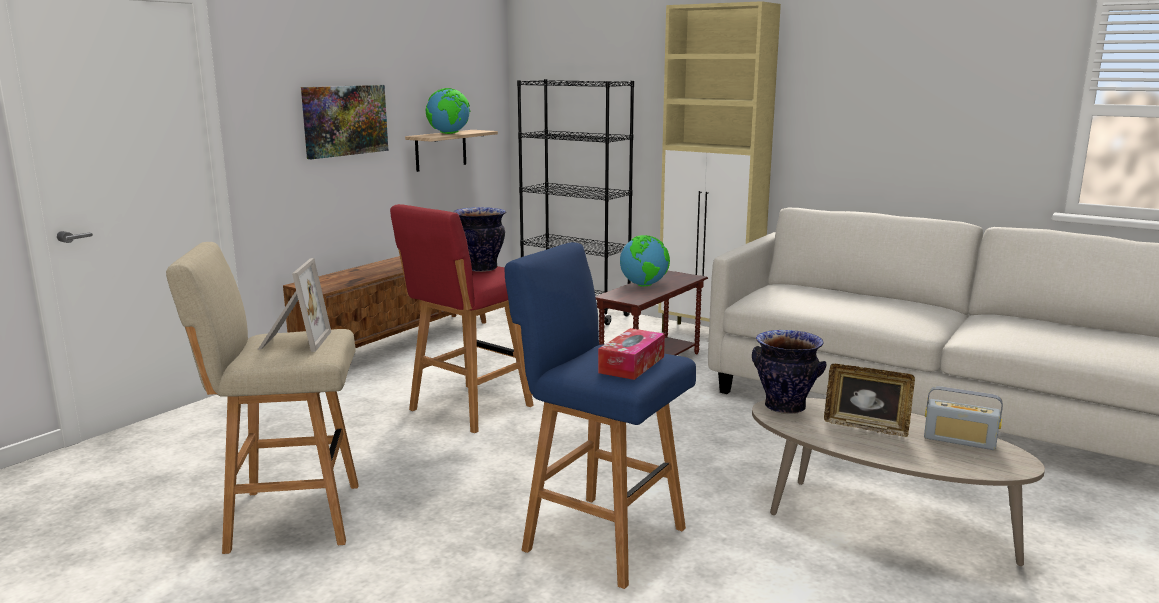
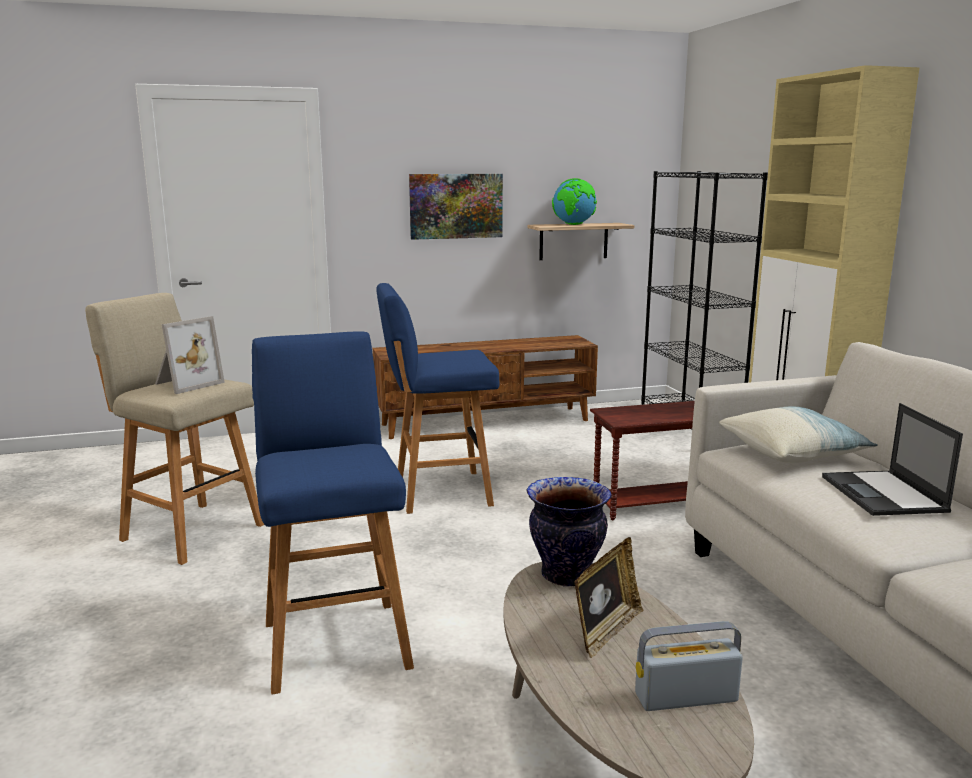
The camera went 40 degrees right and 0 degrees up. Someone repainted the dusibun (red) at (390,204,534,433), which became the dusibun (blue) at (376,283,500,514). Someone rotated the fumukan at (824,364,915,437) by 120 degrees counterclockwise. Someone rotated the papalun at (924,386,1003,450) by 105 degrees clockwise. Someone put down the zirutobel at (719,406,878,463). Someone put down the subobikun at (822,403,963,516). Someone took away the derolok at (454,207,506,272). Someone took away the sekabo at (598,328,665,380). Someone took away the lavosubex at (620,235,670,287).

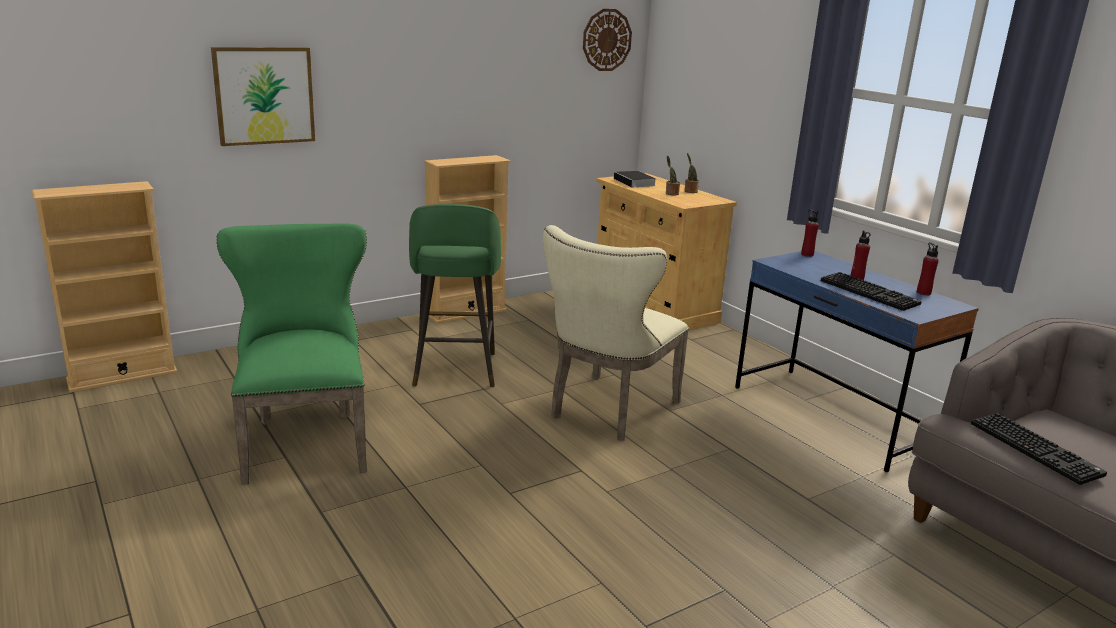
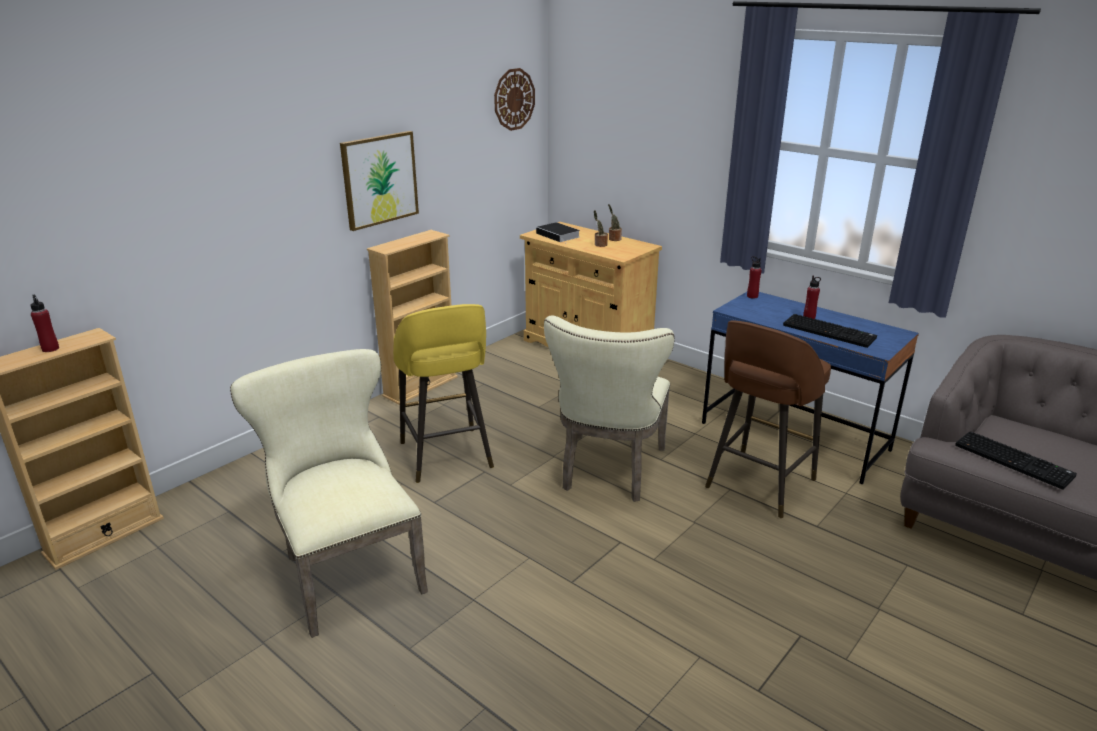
The camera went 15 degrees left and 5 degrees up. Someone carried the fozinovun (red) from (917,242,939,295) to (31,294,59,352). Someone repainted the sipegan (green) at (216,223,367,485), which became the sipegan (beige) at (230,349,428,638). Someone carried the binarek from (211,47,315,146) to (340,131,419,231). Someone repainted the dusibun (green) at (409,204,501,387), which became the dusibun (yellow) at (393,304,494,483). Someone put down the dusibun (brown) at (705,320,831,518).

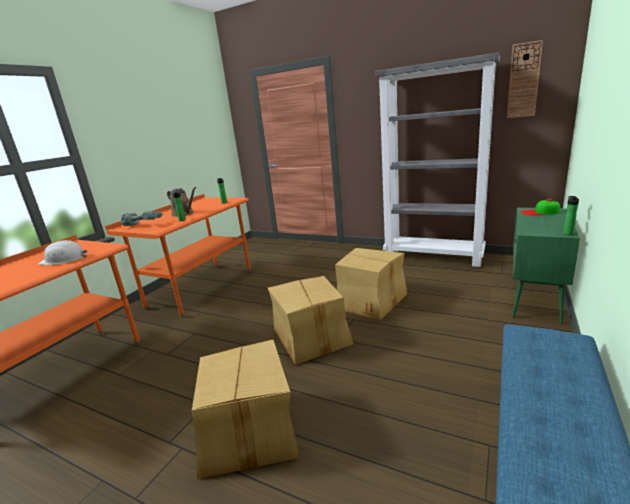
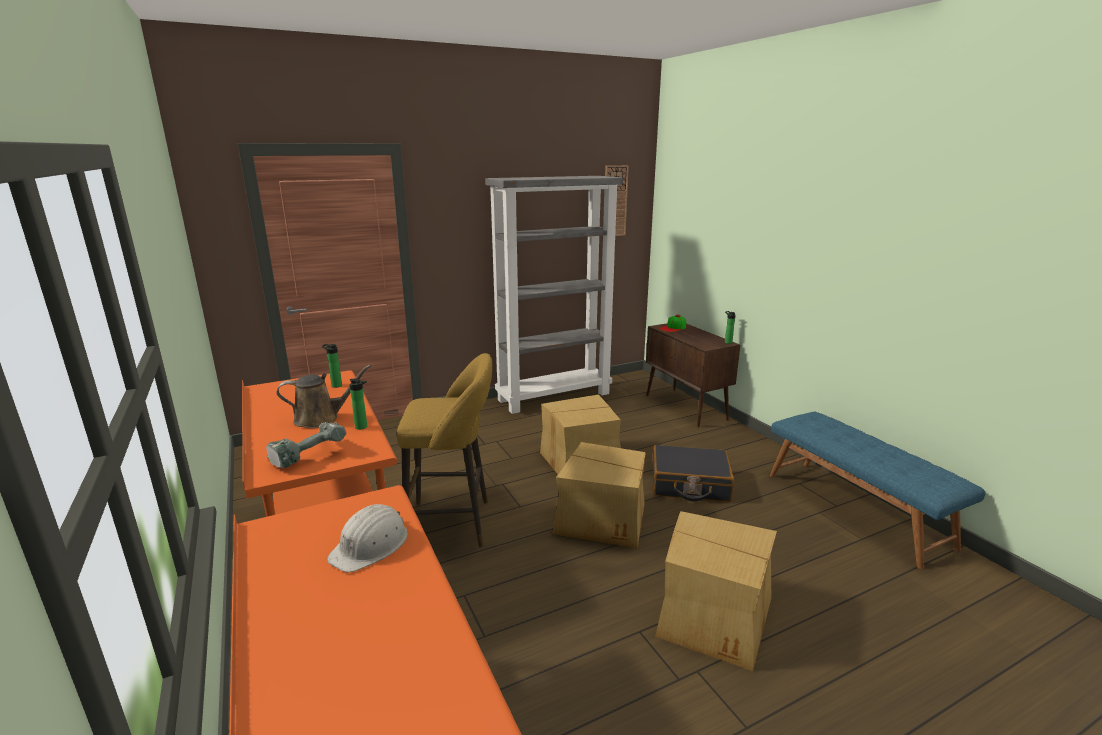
The camera went 55 degrees left and 0 degrees up. Someone put down the dusibun (yellow) at (397,353,493,547). Someone repainted the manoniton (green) at (512,208,580,324), which became the manoniton (brown) at (646,323,740,427). Someone put down the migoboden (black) at (653,445,734,502).

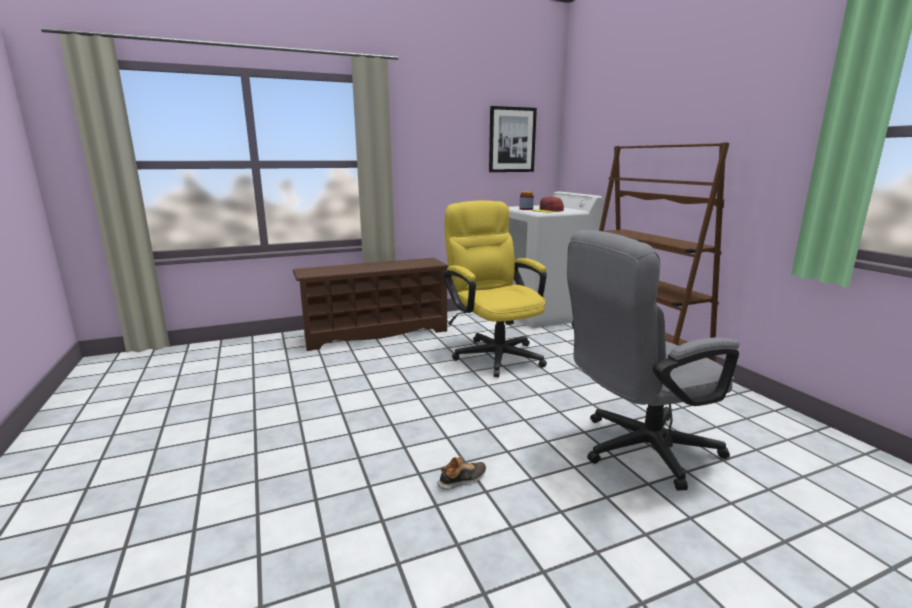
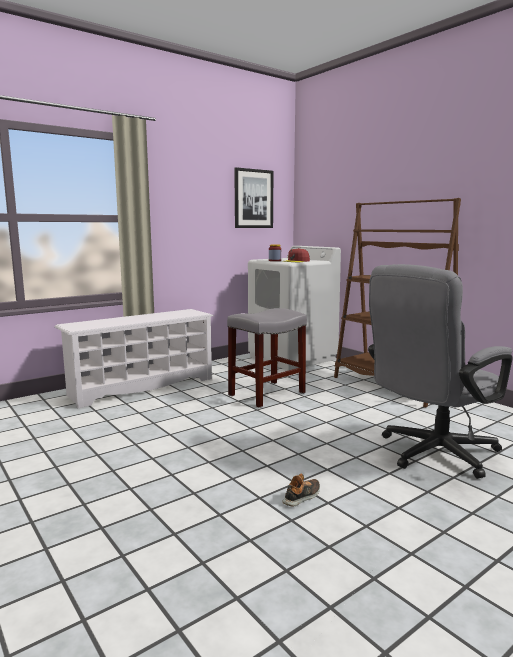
The camera went 15 degrees left and 5 degrees down. Someone repainted the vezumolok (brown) at (293,258,448,351), which became the vezumolok (white) at (54,309,213,408). Someone swapped the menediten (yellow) at (443,200,547,378) for the dusibun (grey) at (227,308,307,408).

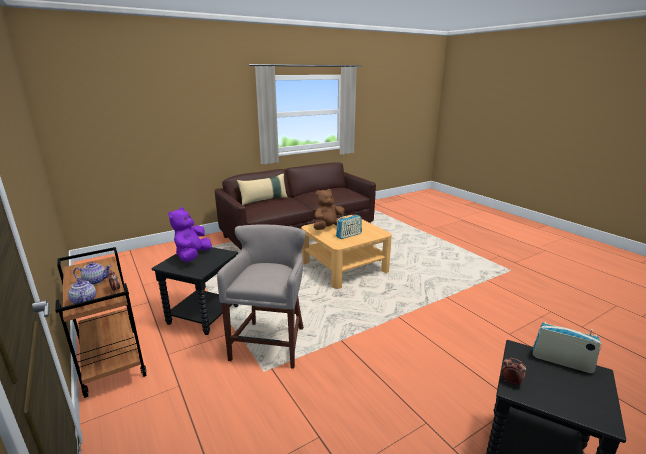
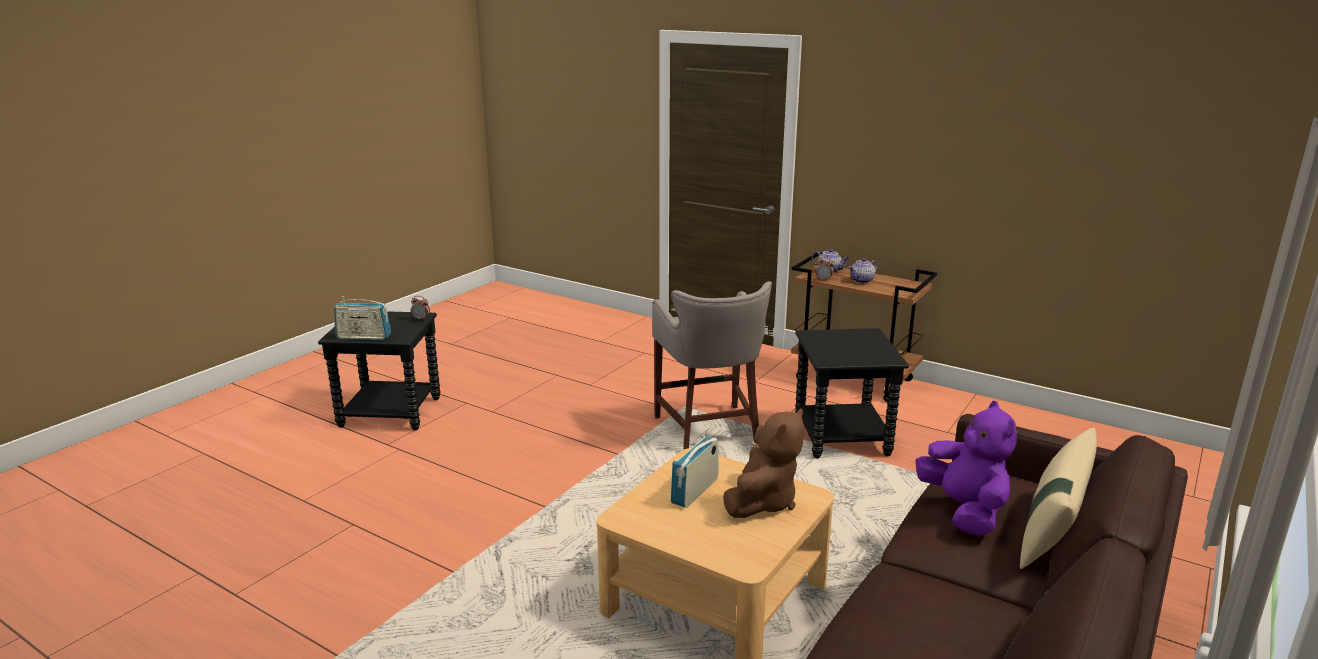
The camera went 155 degrees right and 0 degrees up. Someone carried the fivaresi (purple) from (168,207,212,262) to (915,401,1017,536).

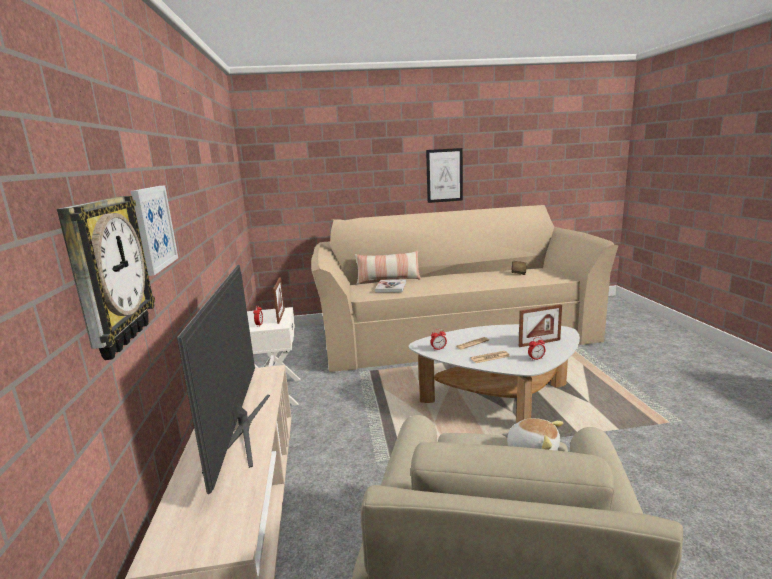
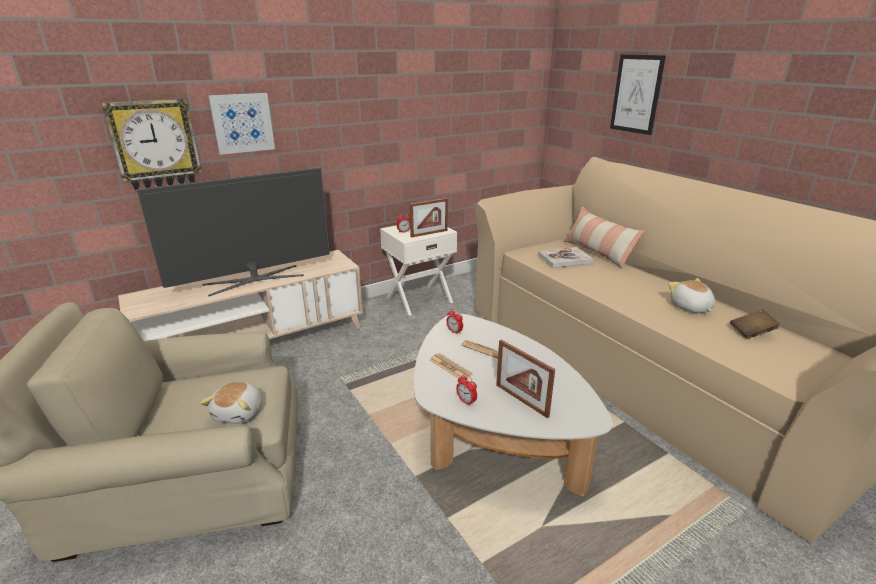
The camera went 65 degrees right and 10 degrees up. Someone carried the binarek from (426,148,463,203) to (610,55,666,135). Someone put down the fivaresi at (668,278,715,313).

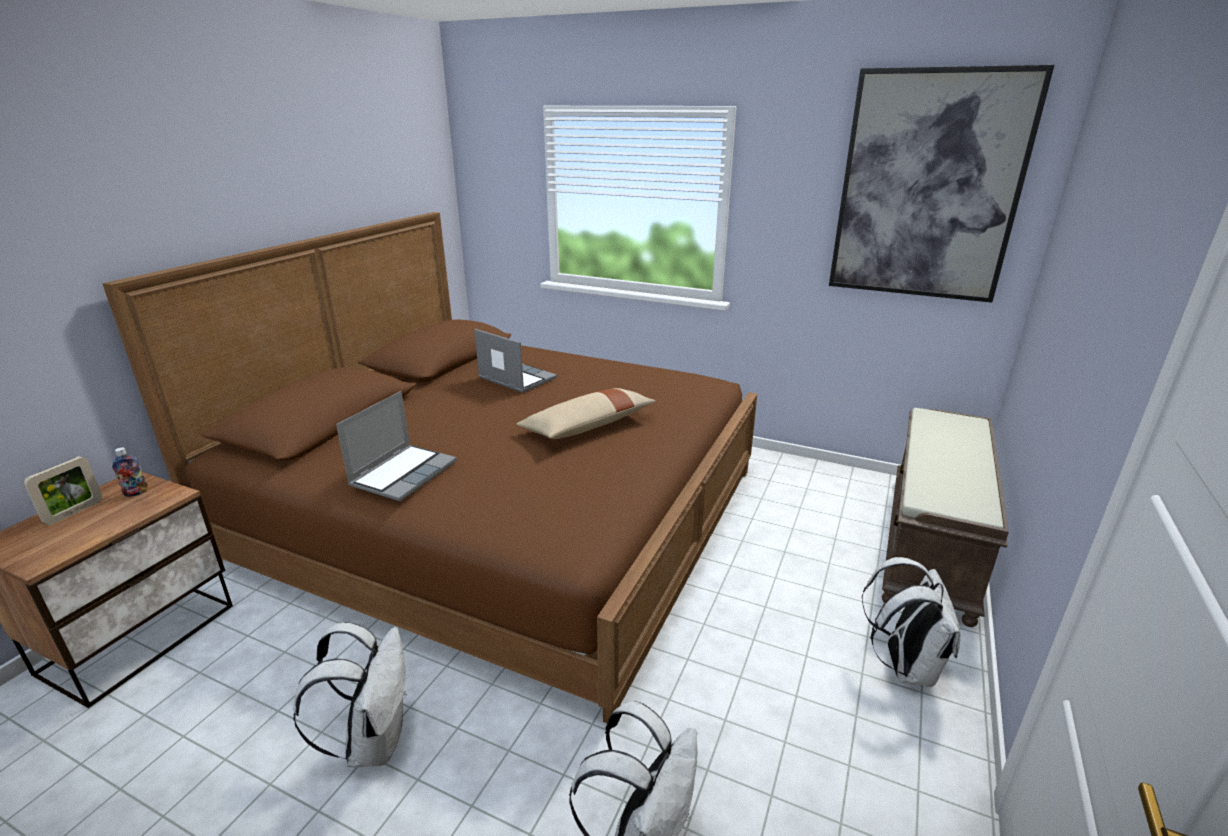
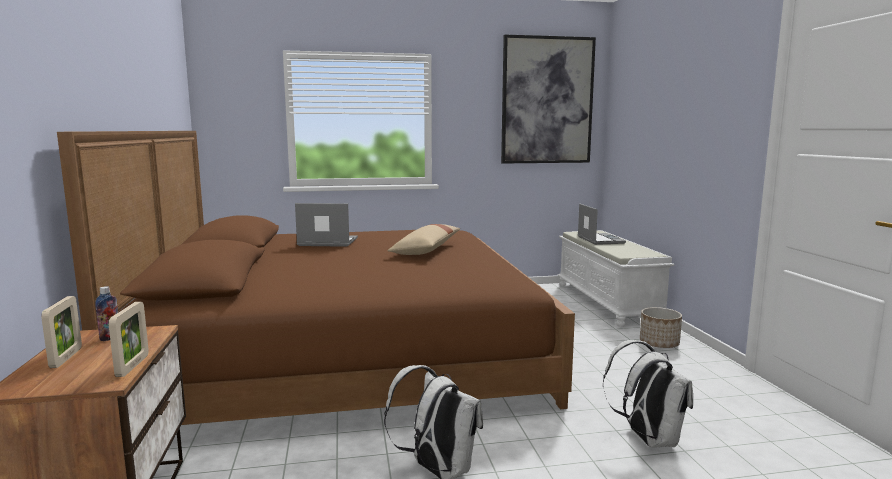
The camera went 35 degrees left and 15 degrees down. Someone put down the fumukan at (109,302,149,377). Someone repainted the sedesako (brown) at (882,408,1009,627), which became the sedesako (white) at (558,230,674,327). Someone carried the subobikun from (336,391,457,501) to (578,204,626,245). Someone swapped the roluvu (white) at (861,557,960,687) for the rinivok at (640,307,682,348).

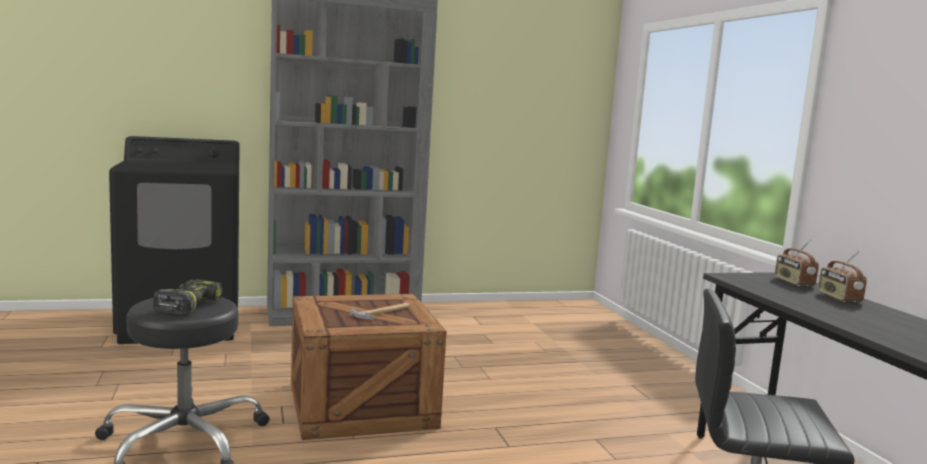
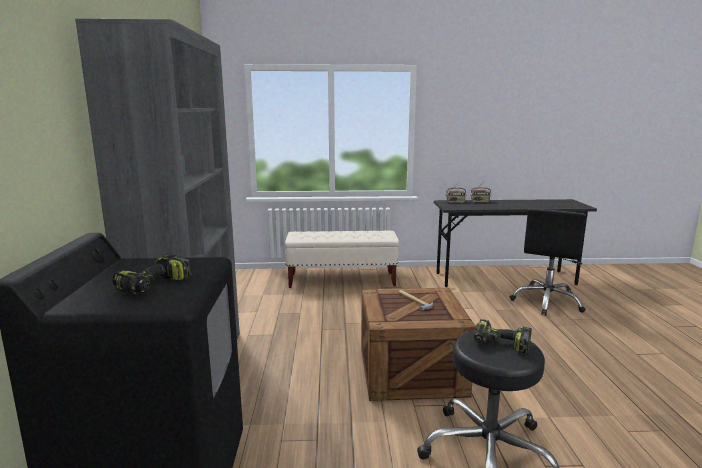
The camera went 75 degrees left and 5 degrees up. Someone put down the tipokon at (112,254,191,294). Someone put down the sedesako (beige) at (285,230,399,288).

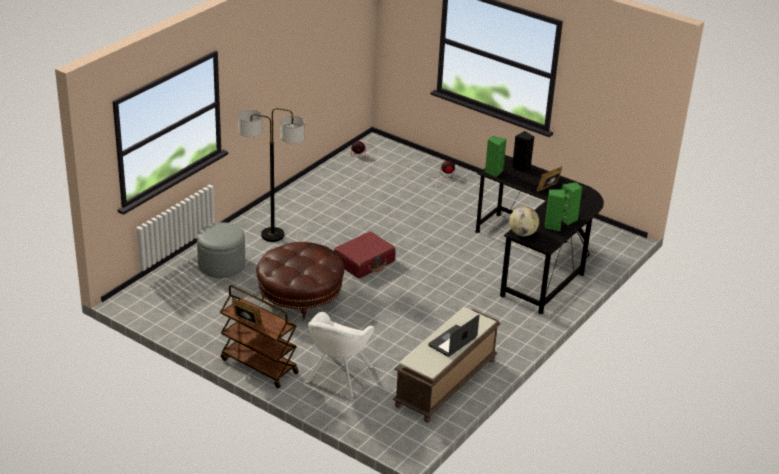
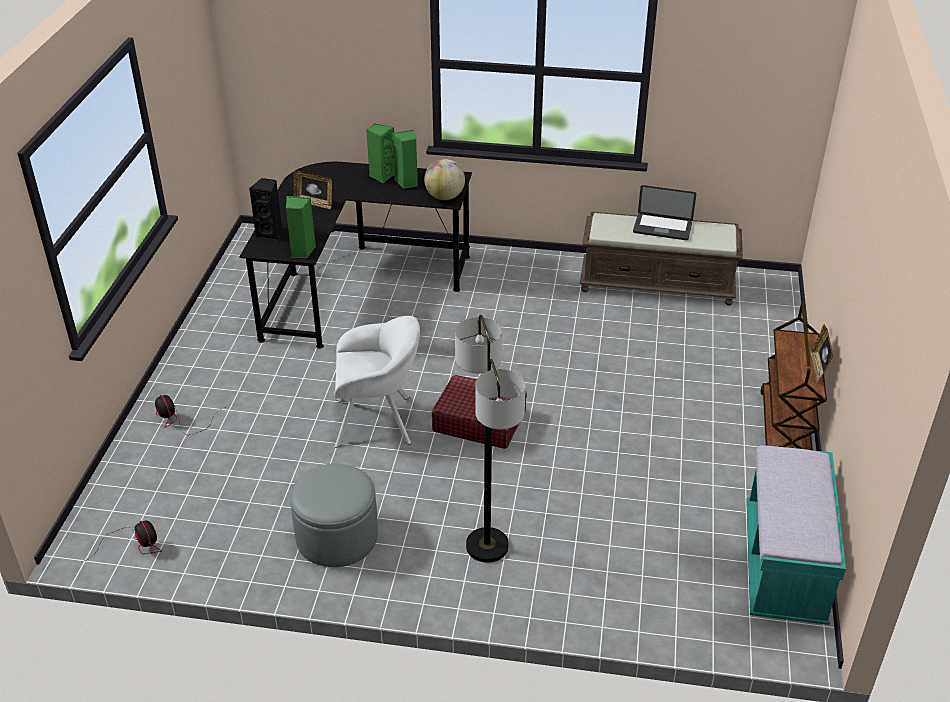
The camera went 115 degrees left and 5 degrees up. Someone carried the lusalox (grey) from (197,222,245,278) to (290,463,378,567). Someone carried the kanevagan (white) from (306,312,374,398) to (335,316,420,448). Someone put down the sedesako (turquoise) at (746,445,846,625). Someone took away the lusalox (brown) at (256,242,344,321).

